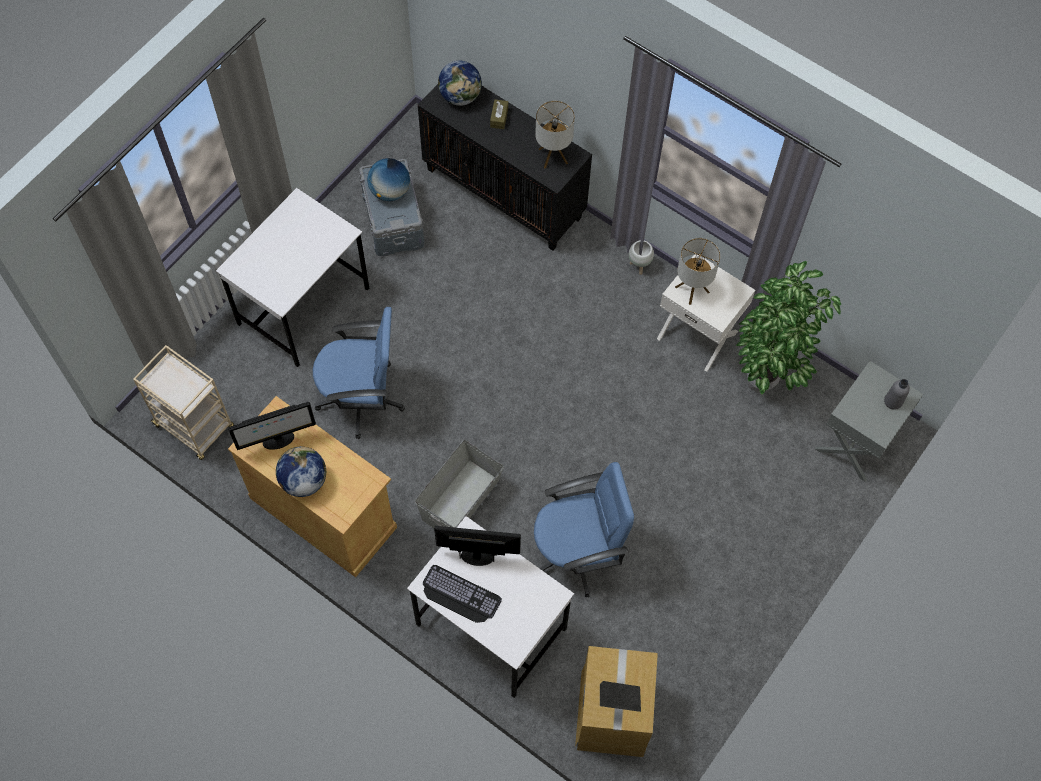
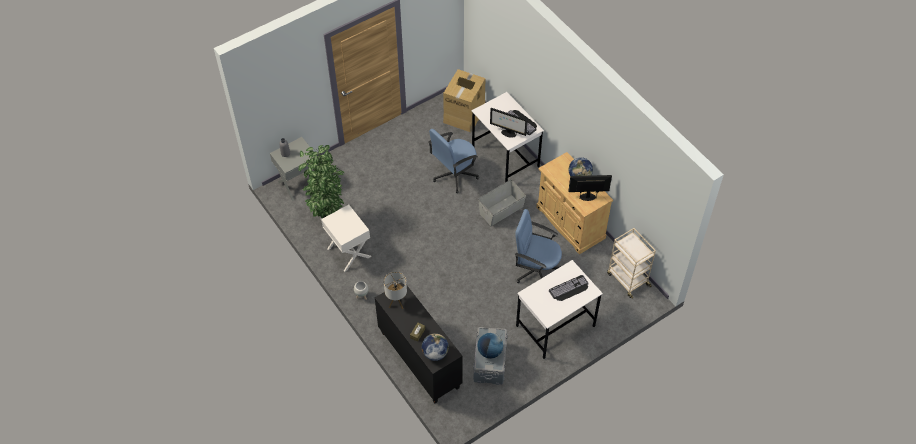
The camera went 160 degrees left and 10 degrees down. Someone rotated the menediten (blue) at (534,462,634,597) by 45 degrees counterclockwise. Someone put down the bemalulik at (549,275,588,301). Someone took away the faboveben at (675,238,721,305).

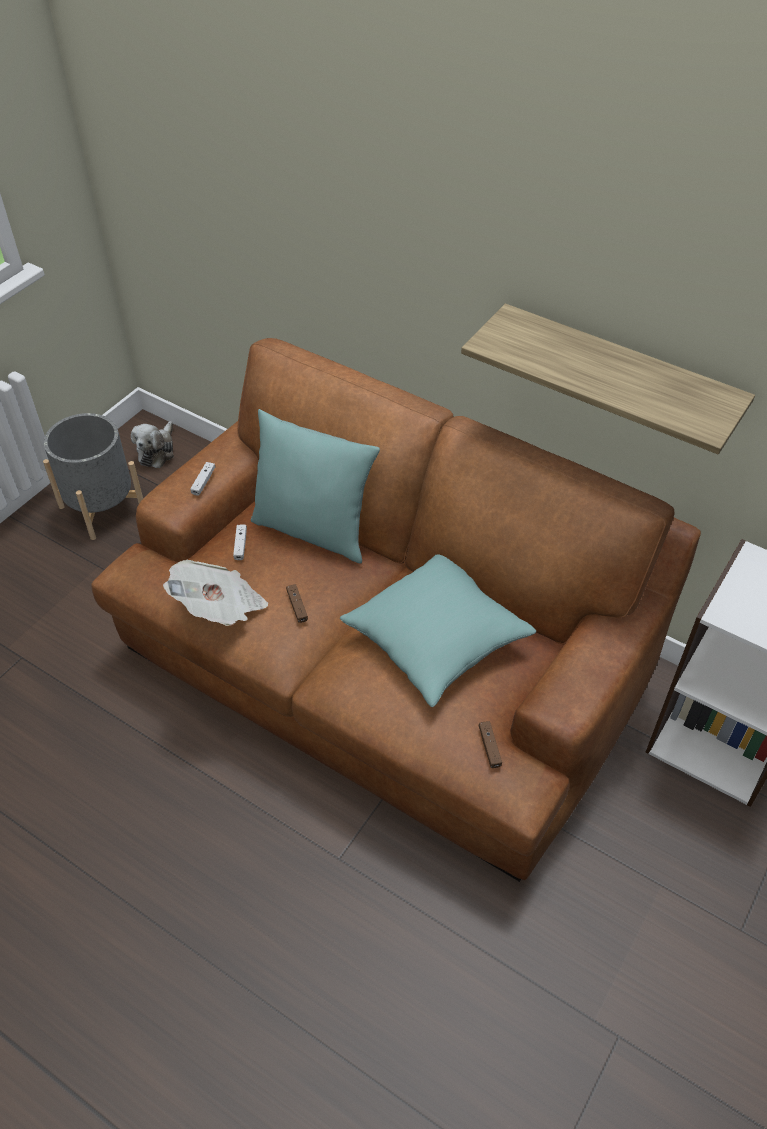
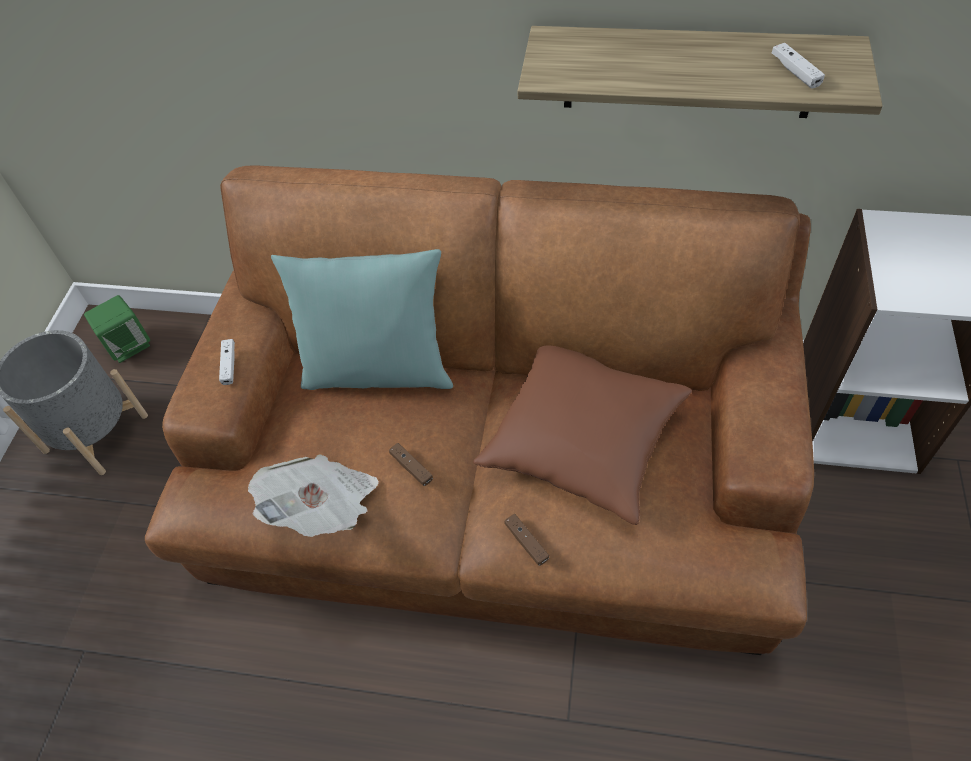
The camera went 20 degrees left and 5 degrees up. Someone swapped the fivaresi at (131,421,174,468) for the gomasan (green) at (84,295,150,363). Someone repainted the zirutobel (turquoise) at (340,555,536,707), which became the zirutobel (brown) at (473,345,692,525). Someone carried the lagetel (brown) from (479,721,502,768) to (505,514,549,566). Someone carried the lagetel (white) from (233,525,247,560) to (772,43,825,89).

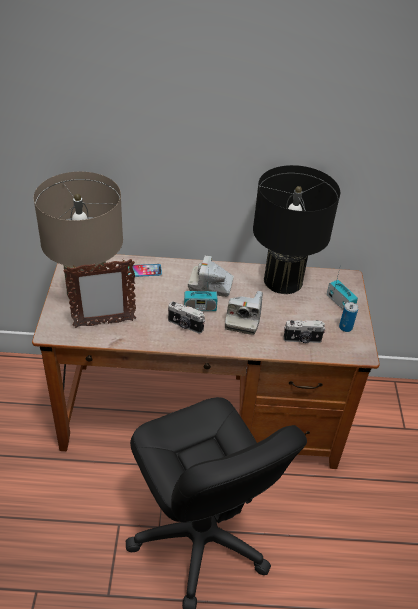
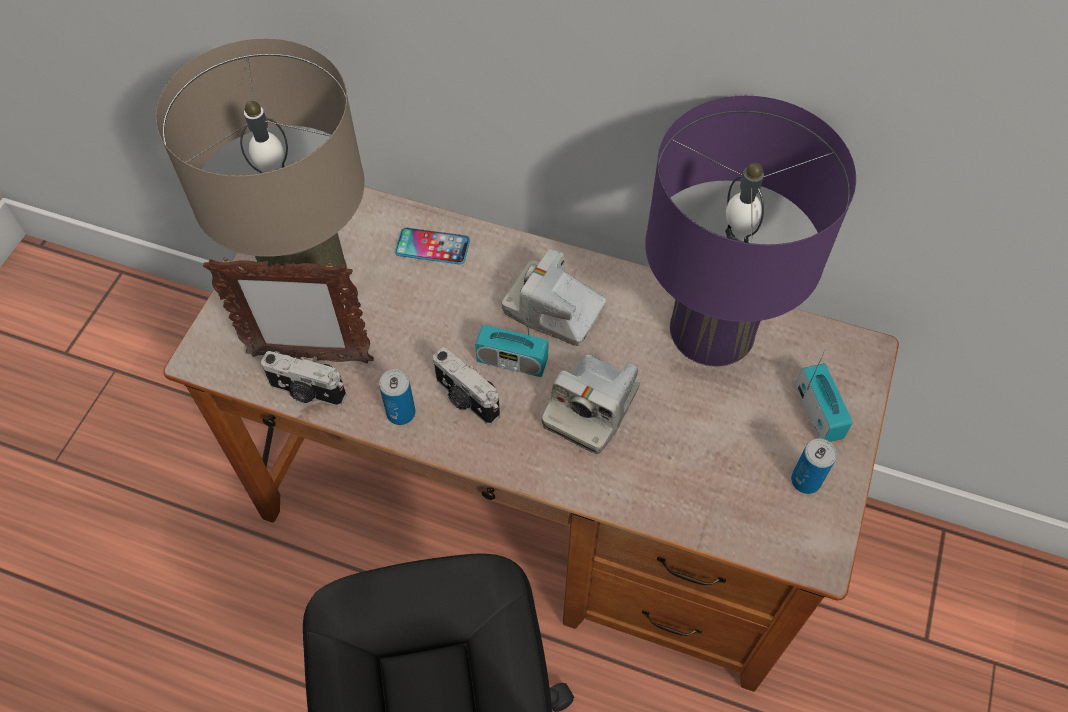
The camera went 20 degrees right and 15 degrees up. Someone carried the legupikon from (284,320,326,343) to (261,351,346,406). Someone put down the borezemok at (379,369,415,425). Someone repainted the faboveben (black) at (253,165,340,294), which became the faboveben (purple) at (645,96,856,366).

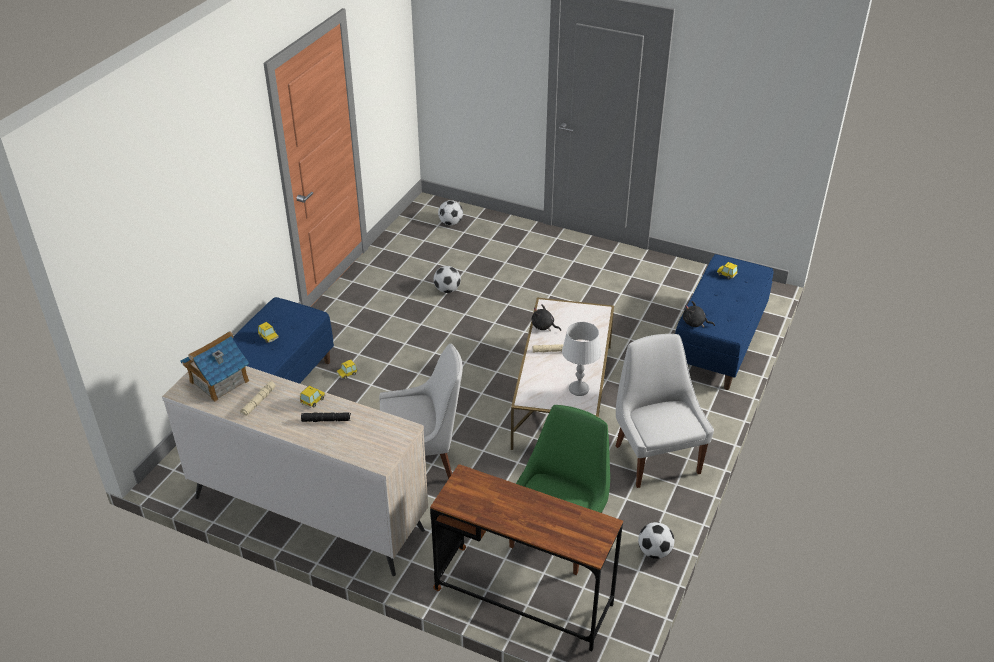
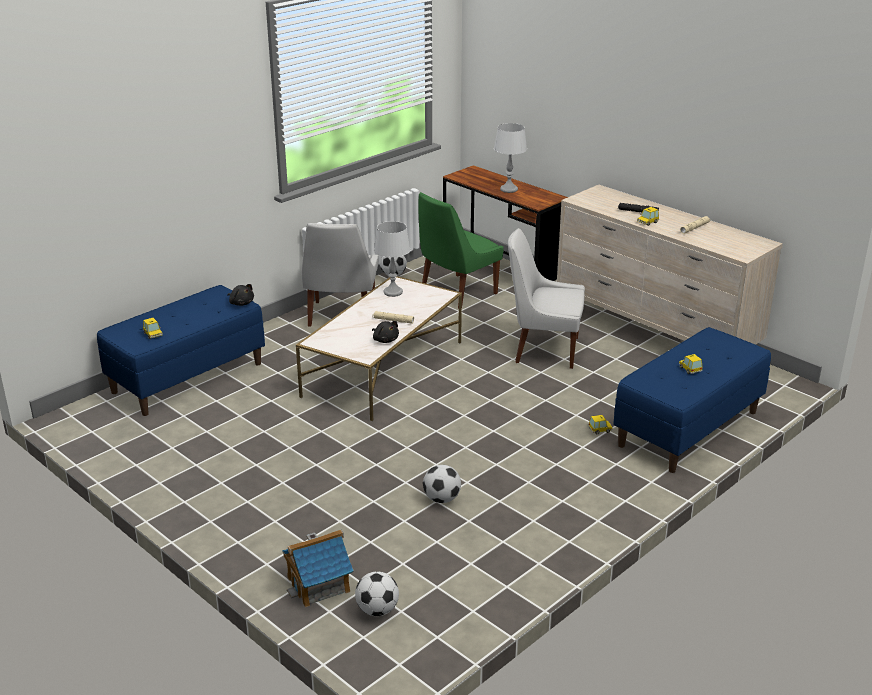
The camera went 160 degrees left and 10 degrees down. Someone carried the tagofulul from (180,331,249,402) to (282,530,354,607). Someone put down the faboveben (grey) at (494,123,527,193).

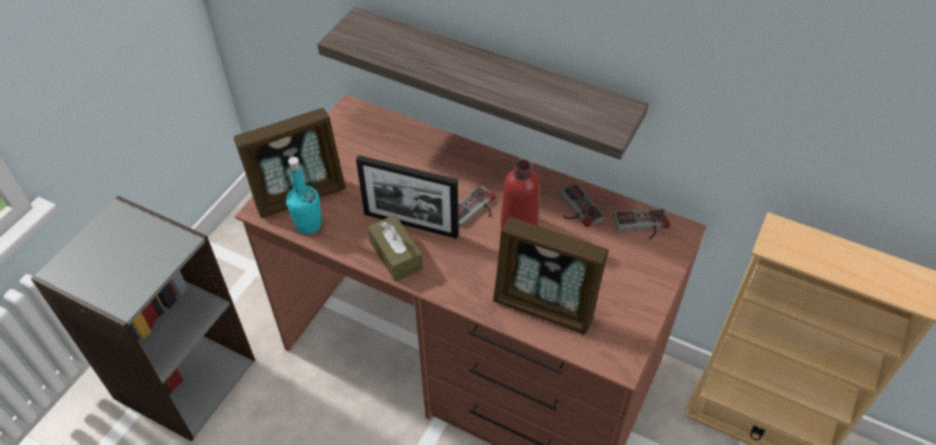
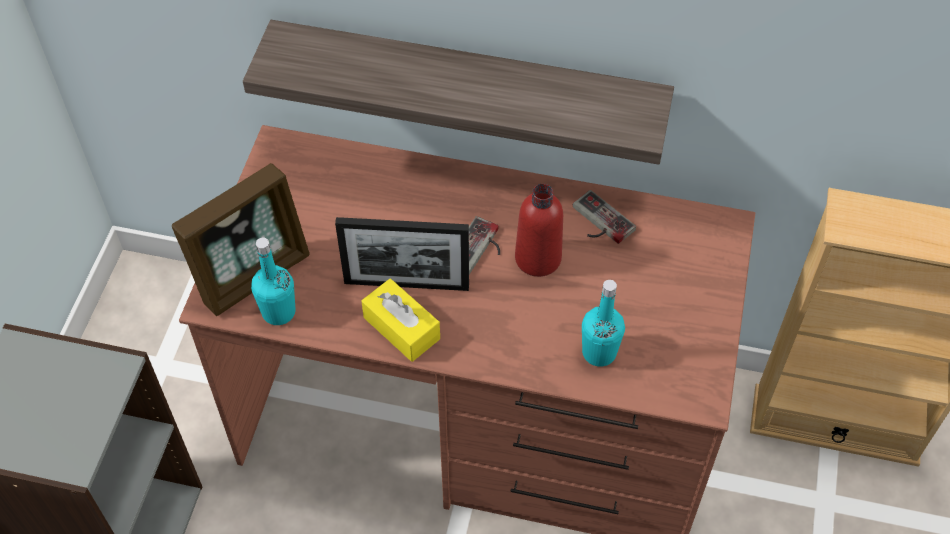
The camera went 15 degrees left and 5 degrees up. Someone repainted the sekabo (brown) at (368,215,423,282), which became the sekabo (yellow) at (361,279,440,362). Someone swapped the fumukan at (493,217,609,334) for the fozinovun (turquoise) at (582,280,625,367). Someone took away the lagetel at (614,209,670,239).

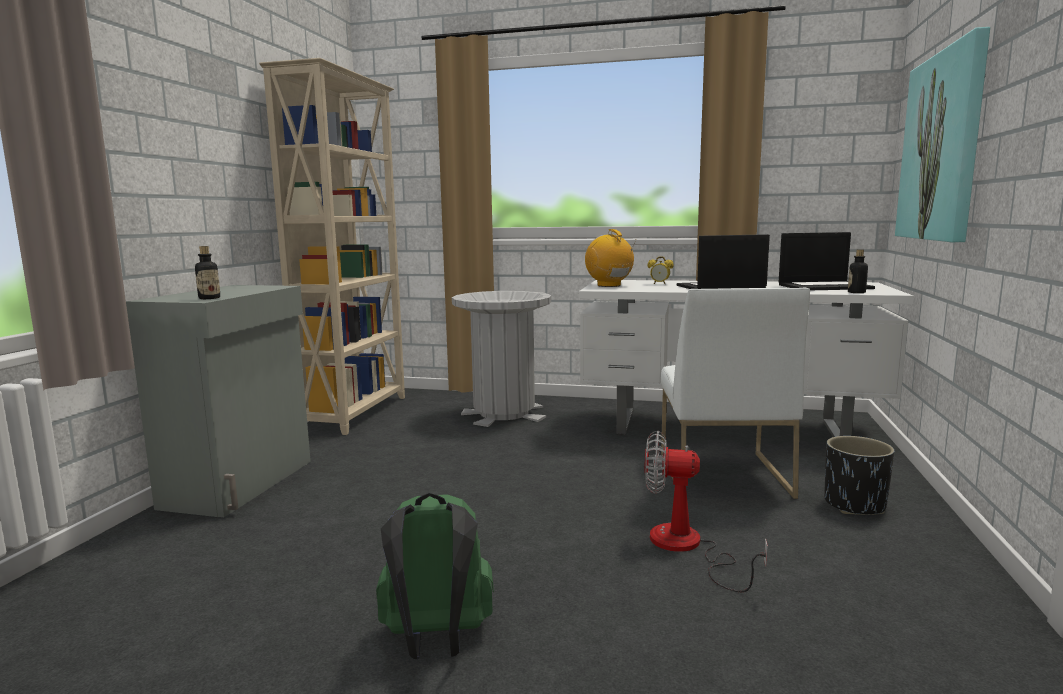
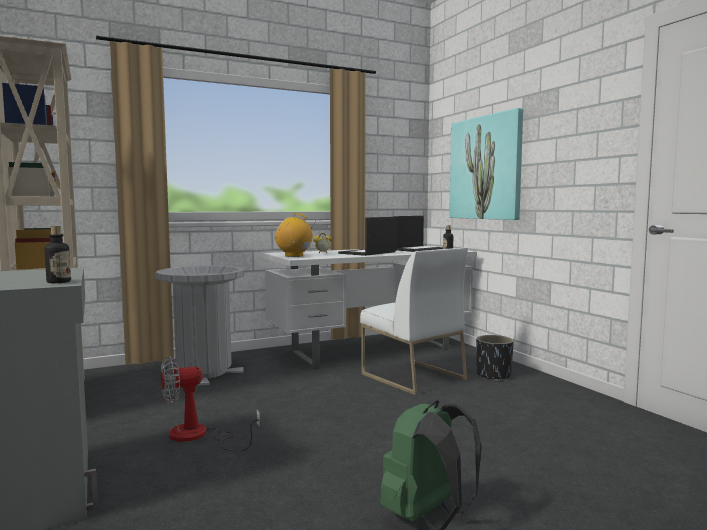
The camera went 40 degrees left and 5 degrees down. Someone carried the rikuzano from (644,431,768,592) to (161,357,260,451).

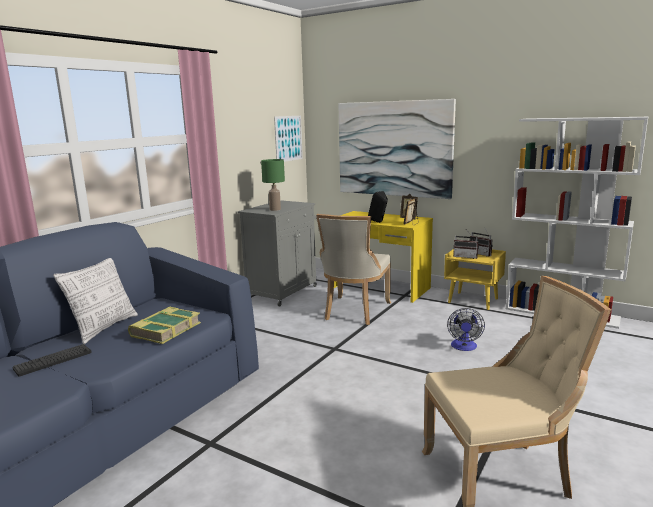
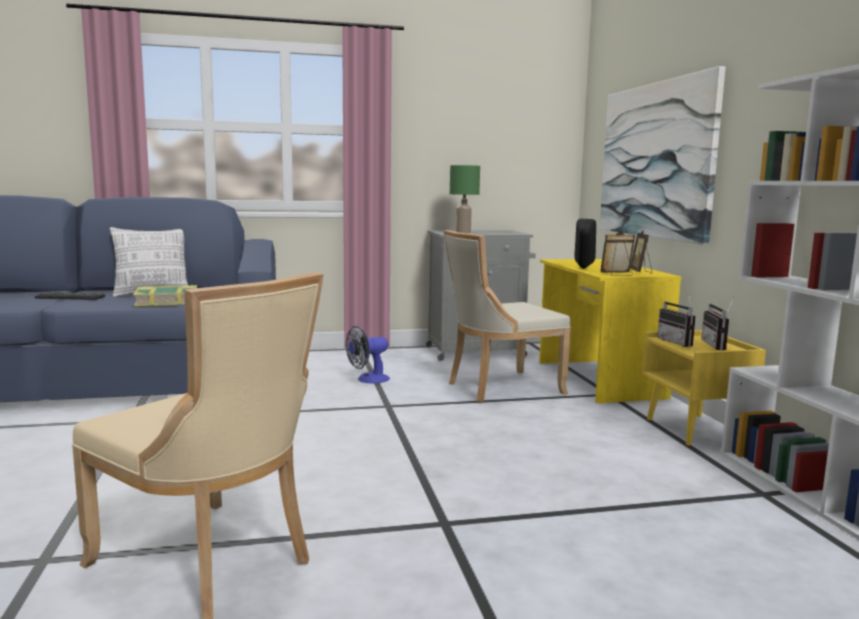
The camera went 45 degrees right and 5 degrees down. Someone carried the rikuzano from (447,308,485,351) to (346,326,390,383). Someone took away the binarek at (274,116,303,162).

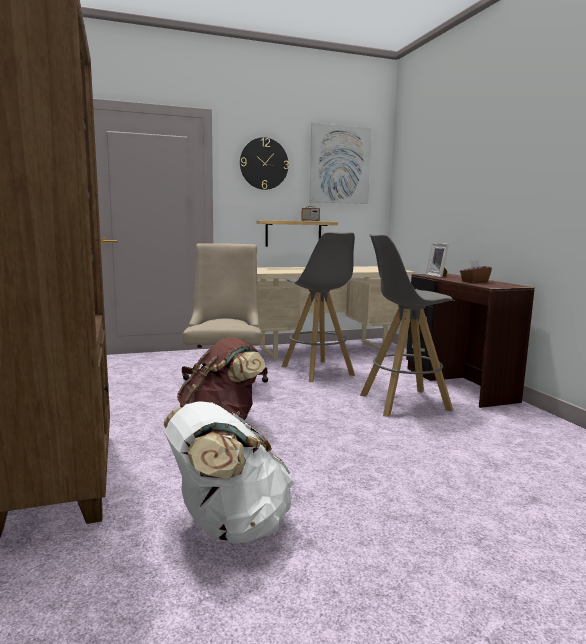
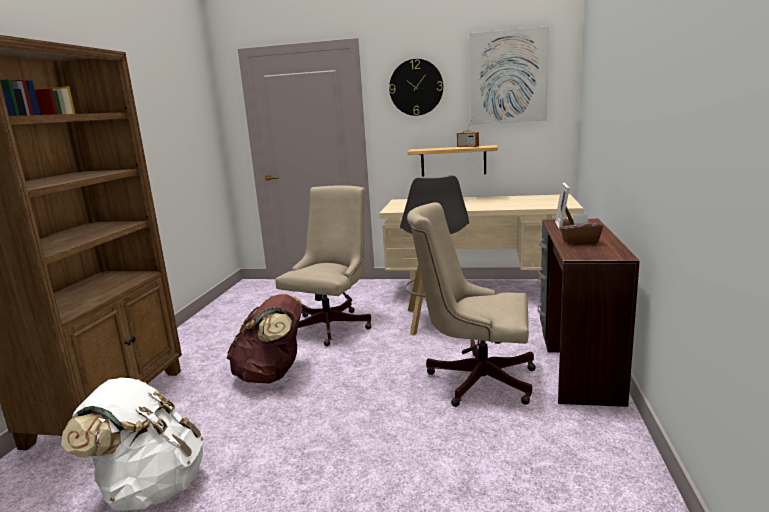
The camera went 30 degrees right and 5 degrees up. Someone swapped the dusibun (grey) at (360,234,455,417) for the menediten (beige) at (407,202,536,407).

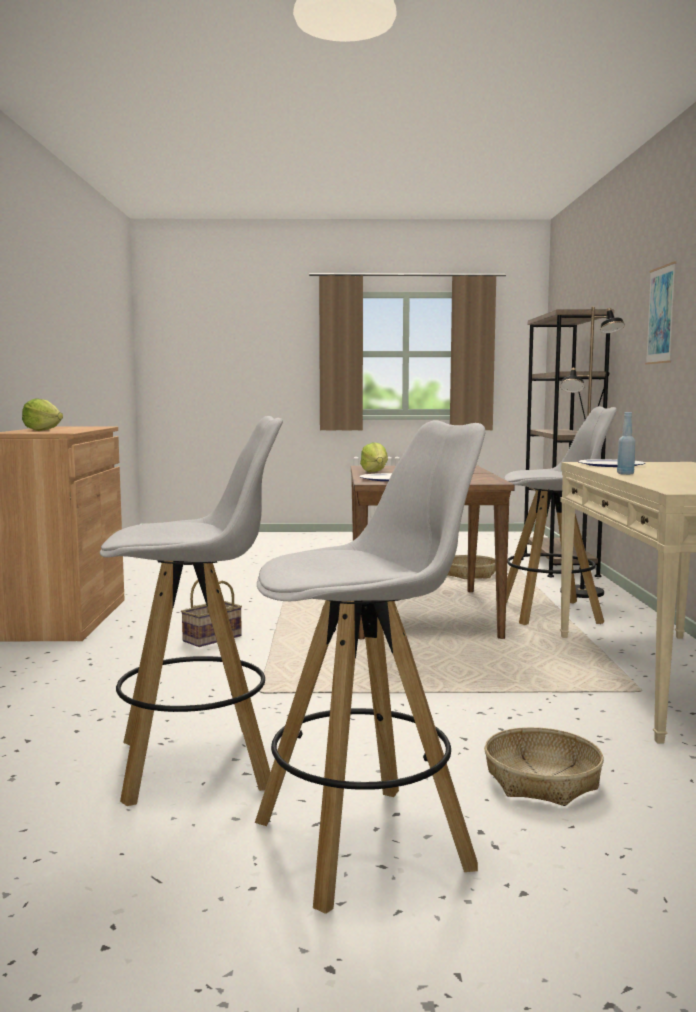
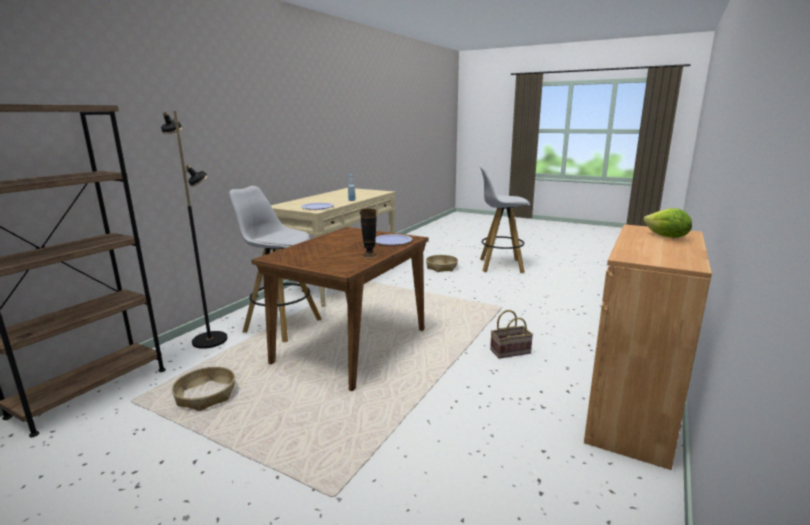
The camera went 150 degrees left and 10 degrees up. Someone swapped the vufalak at (360,442,388,472) for the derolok at (360,209,378,258). Someone took away the dusibun (white) at (100,416,283,806). Someone took away the binarek at (645,262,676,365).

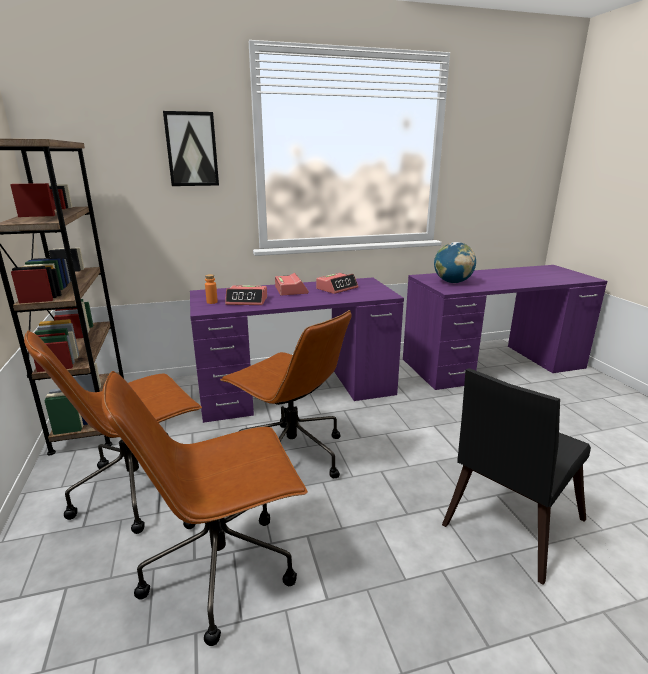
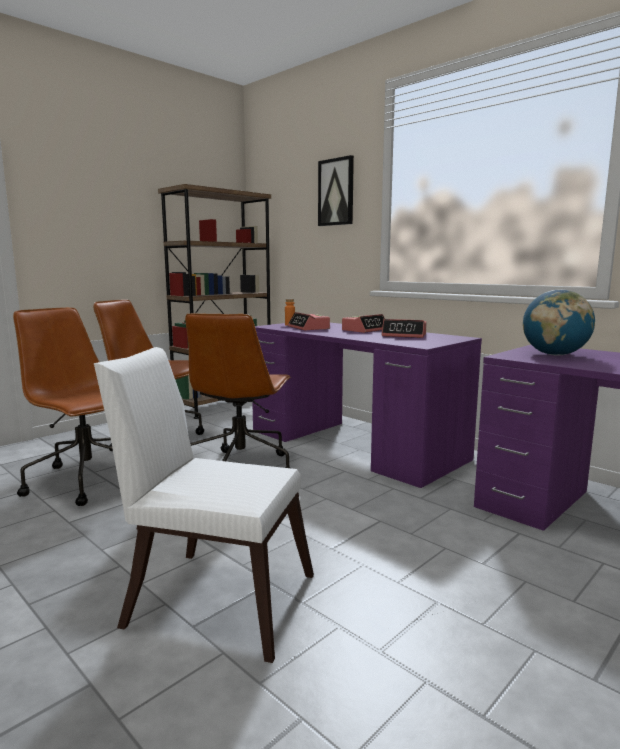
The camera went 60 degrees right and 10 degrees down. Someone repainted the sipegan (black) at (442,368,591,585), which became the sipegan (white) at (94,347,314,663).

